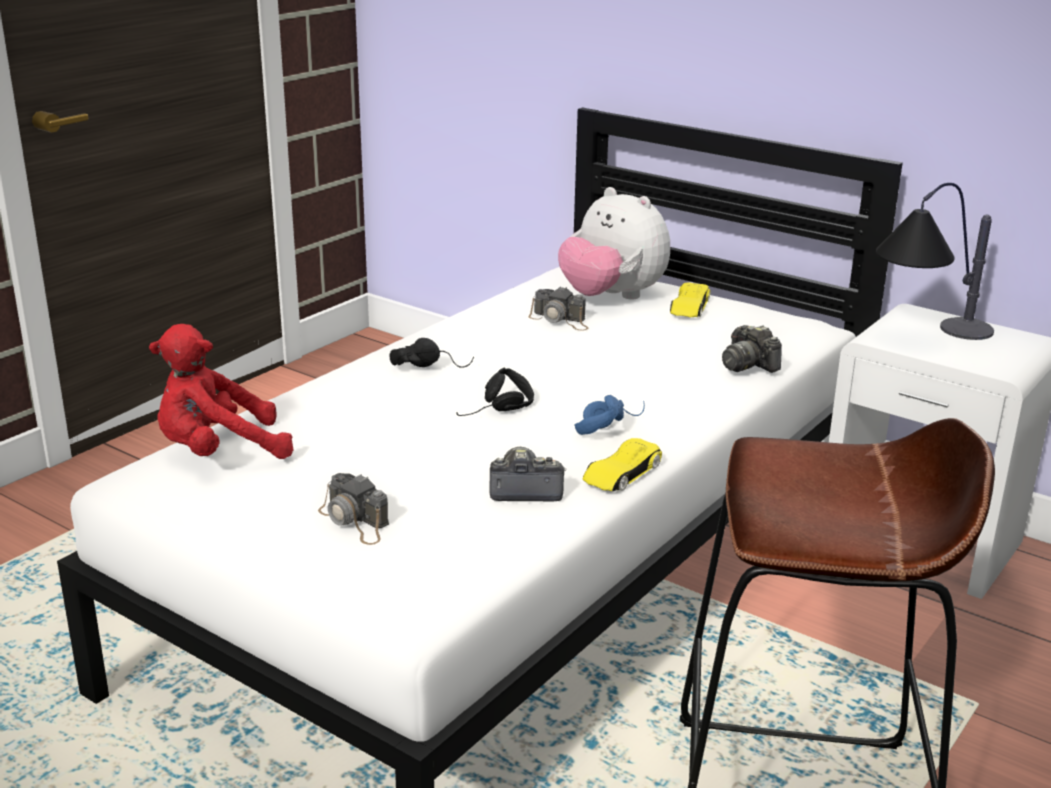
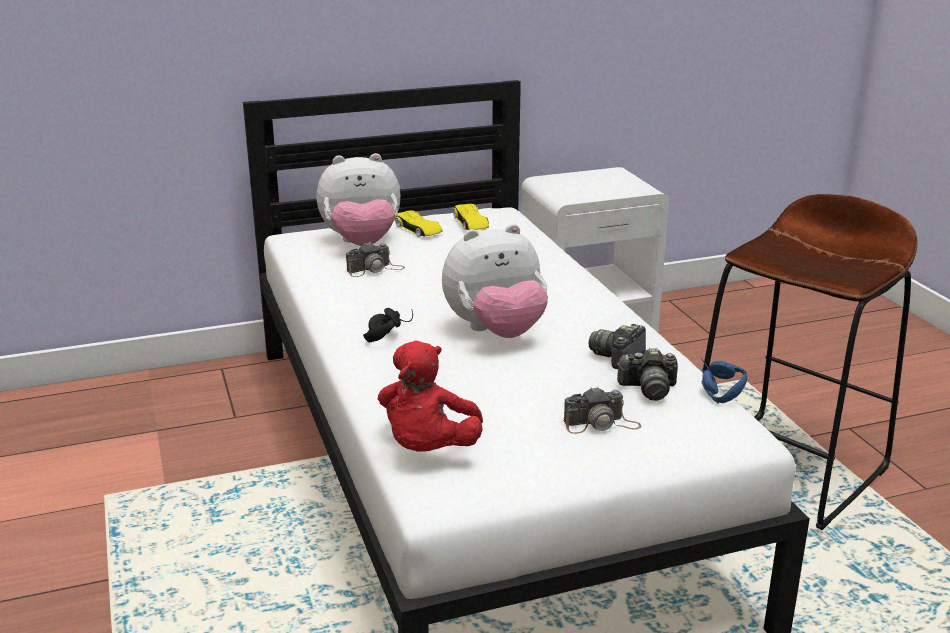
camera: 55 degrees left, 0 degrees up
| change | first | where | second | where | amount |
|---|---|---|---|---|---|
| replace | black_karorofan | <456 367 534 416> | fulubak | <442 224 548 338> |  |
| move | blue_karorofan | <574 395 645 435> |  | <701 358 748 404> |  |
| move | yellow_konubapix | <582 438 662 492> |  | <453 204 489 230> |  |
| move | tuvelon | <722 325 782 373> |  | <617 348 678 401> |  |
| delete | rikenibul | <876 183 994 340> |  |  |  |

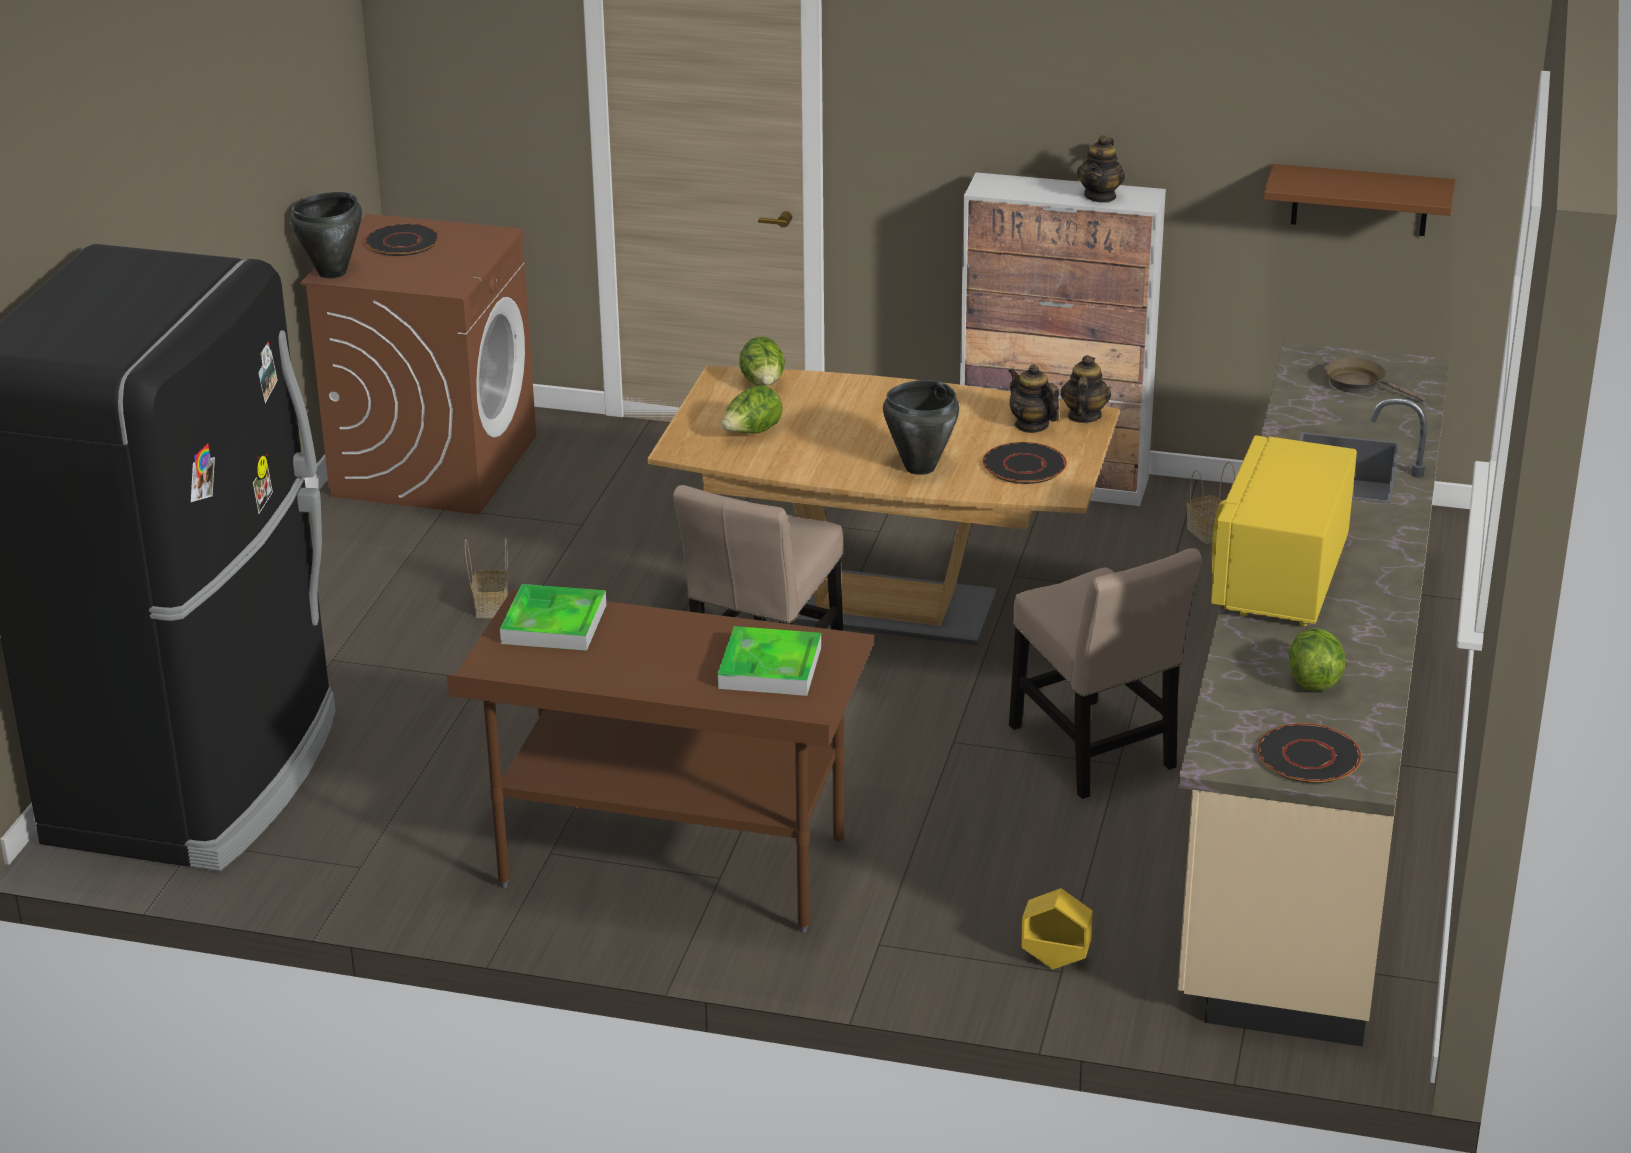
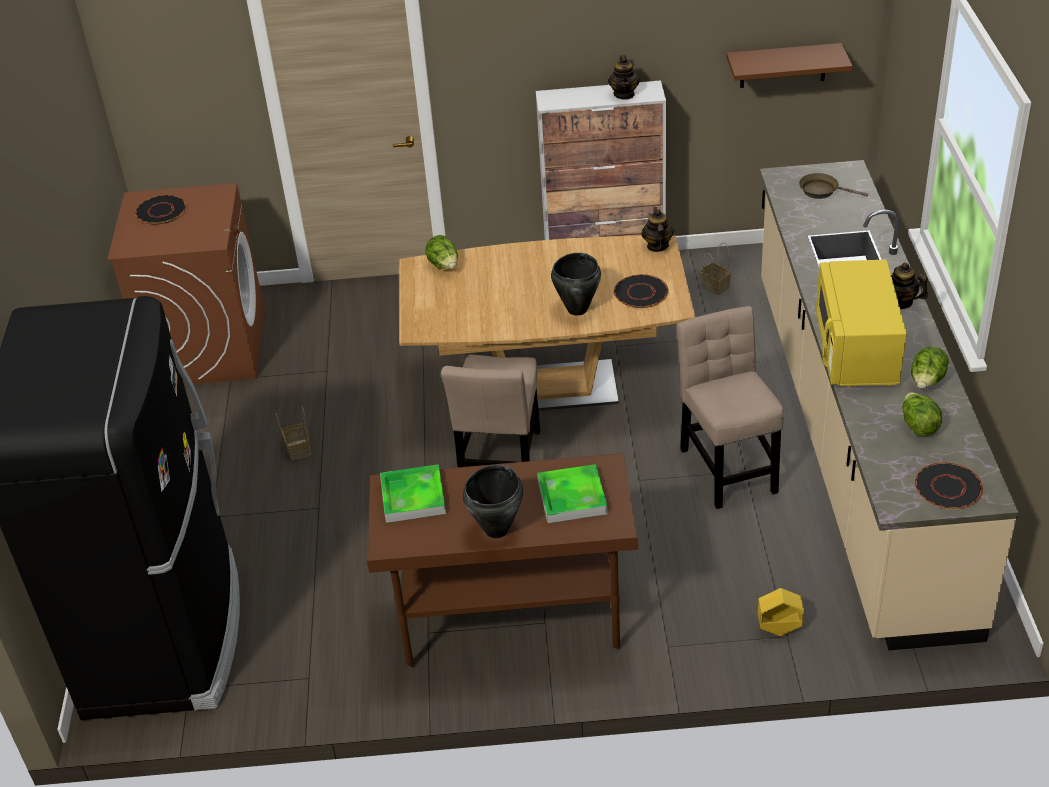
camera: 15 degrees left, 10 degrees up
| change | first | where | second | where | amount |
|---|---|---|---|---|---|
| move | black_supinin | <290 192 362 278> |  | <463 465 523 538> |  |
| move | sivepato | <721 385 783 434> |  | <911 346 949 389> |  |
| move | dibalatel | <1008 364 1059 433> |  | <891 263 928 309> |  |
| rotate | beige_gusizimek | <1009 548 1202 799> |  | <676 306 784 509> | 150 degrees counterclockwise |

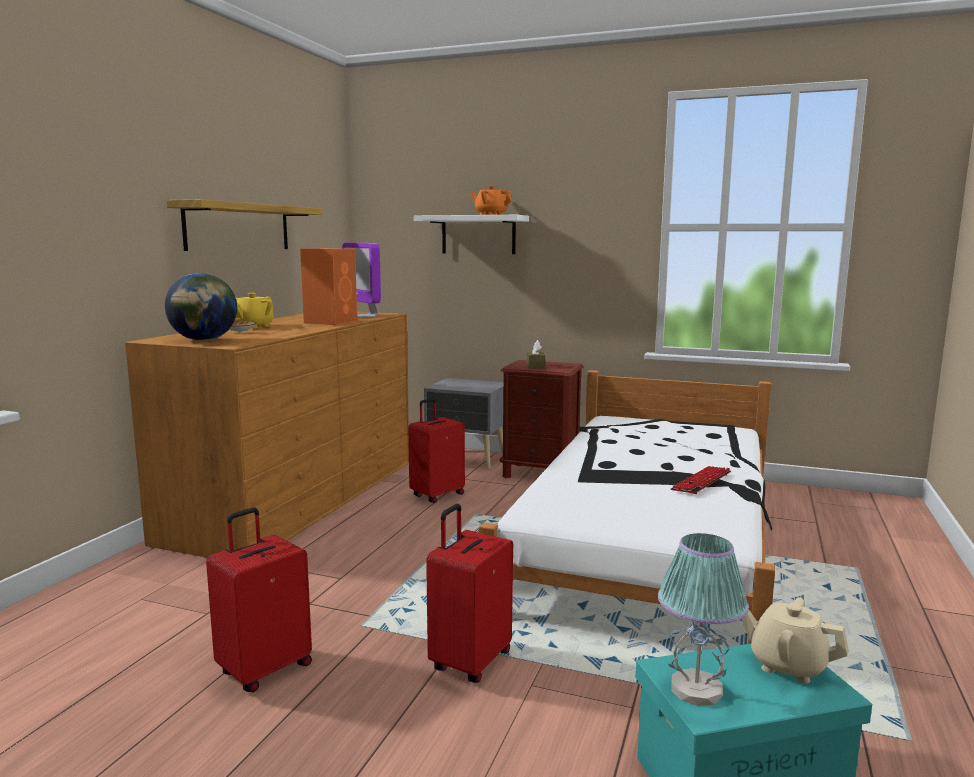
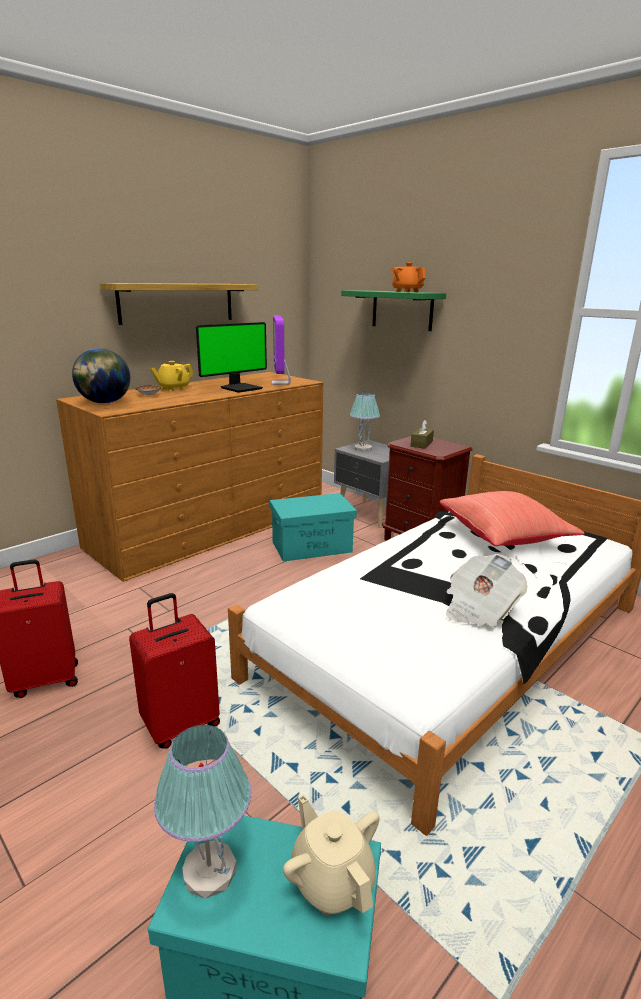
camera: 25 degrees right, 10 degrees up
| change | first | where | second | where | amount |
|---|---|---|---|---|---|
| replace | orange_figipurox | <300 248 357 325> | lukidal | <196 322 267 393> |  |
| replace | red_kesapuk | <408 398 465 503> | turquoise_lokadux | <270 493 357 562> |  |
| recolor | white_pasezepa | <414 215 529 254> | green_pasezepa | <341 290 446 331> |  |
| replace | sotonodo | <671 466 731 494> | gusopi | <446 554 527 627> |  |
| insert |  |  | rikenibul | <350 392 380 451> |  |
| insert |  |  | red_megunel | <440 491 585 546> |  |

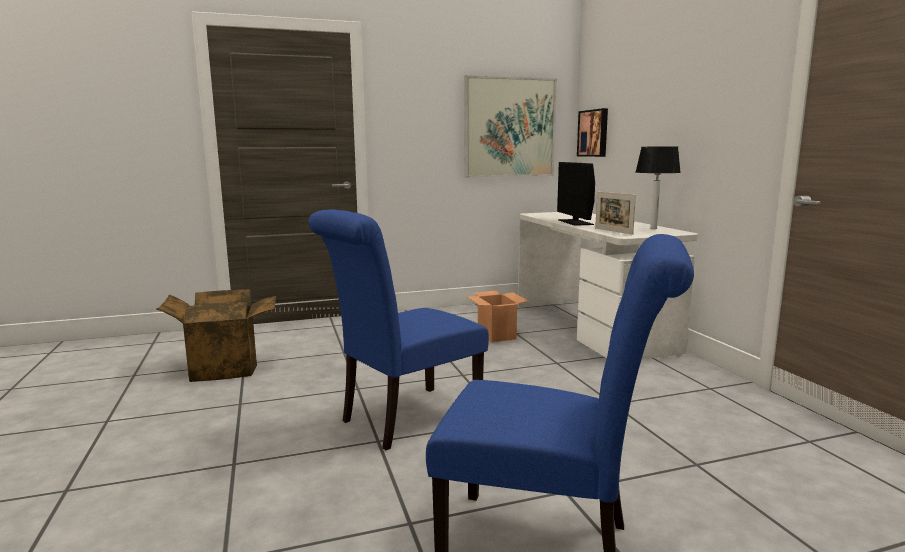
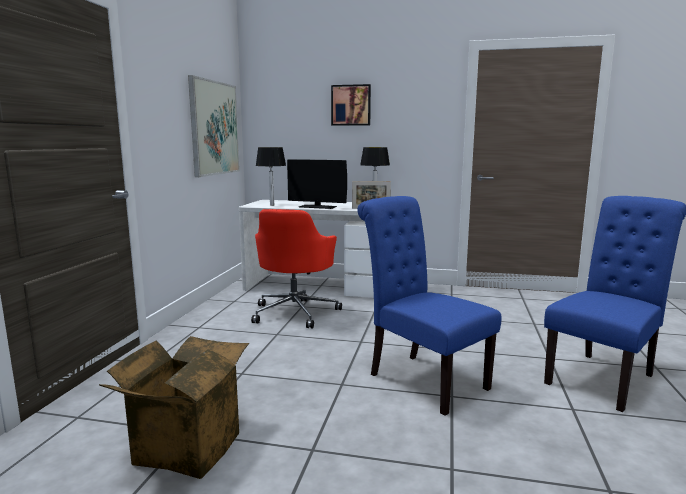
camera: 60 degrees left, 0 degrees up
| change | first | where | second | where | amount |
|---|---|---|---|---|---|
| rotate | blue_gusizimek | <308 209 489 450> |  | <357 196 501 416> | 150 degrees clockwise |
| replace | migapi | <466 291 529 343> | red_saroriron | <251 209 342 328> |  |
| move | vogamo | <577 108 608 157> |  | <331 84 371 126> |  |
| insert |  |  | rikenibul | <256 147 286 206> |  |

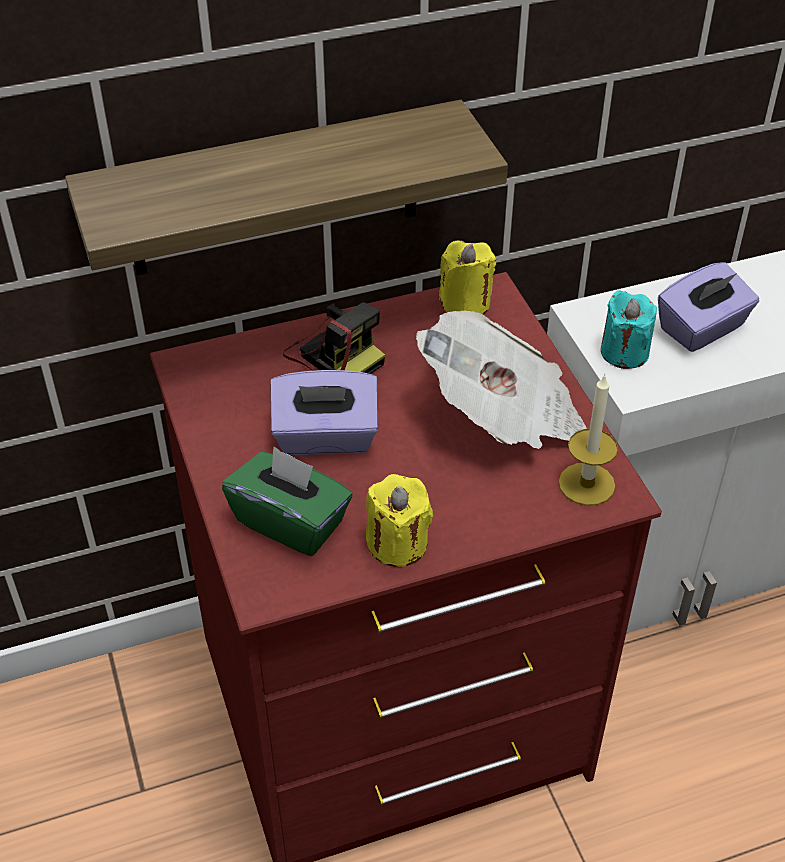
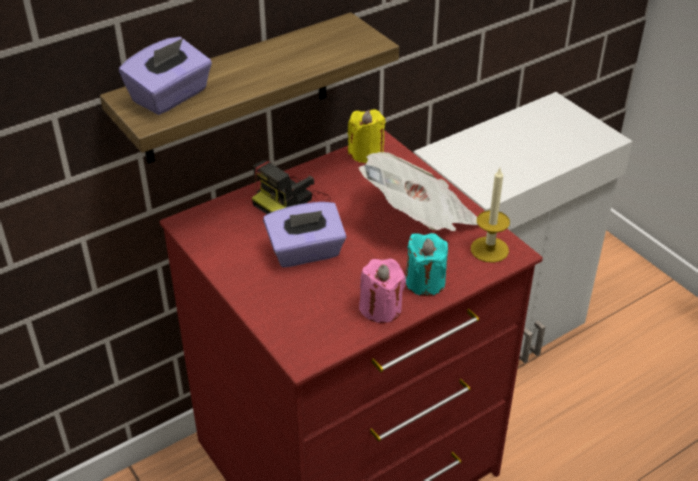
camera: 15 degrees left, 5 degrees down
| change | first | where | second | where | amount |
|---|---|---|---|---|---|
| delete | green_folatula | <222 446 353 556> |  |  |  |
| rotate | tuvelon | <283 302 385 374> |  | <252 160 331 214> | 105 degrees clockwise |
| recolor | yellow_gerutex | <366 474 433 567> | pink_gerutex | <359 259 406 323> |  |
| move | turquoise_gerutex | <601 290 657 369> |  | <406 233 448 296> |  |
| move | purple_folatula | <658 262 759 352> |  | <119 37 212 115> |  |

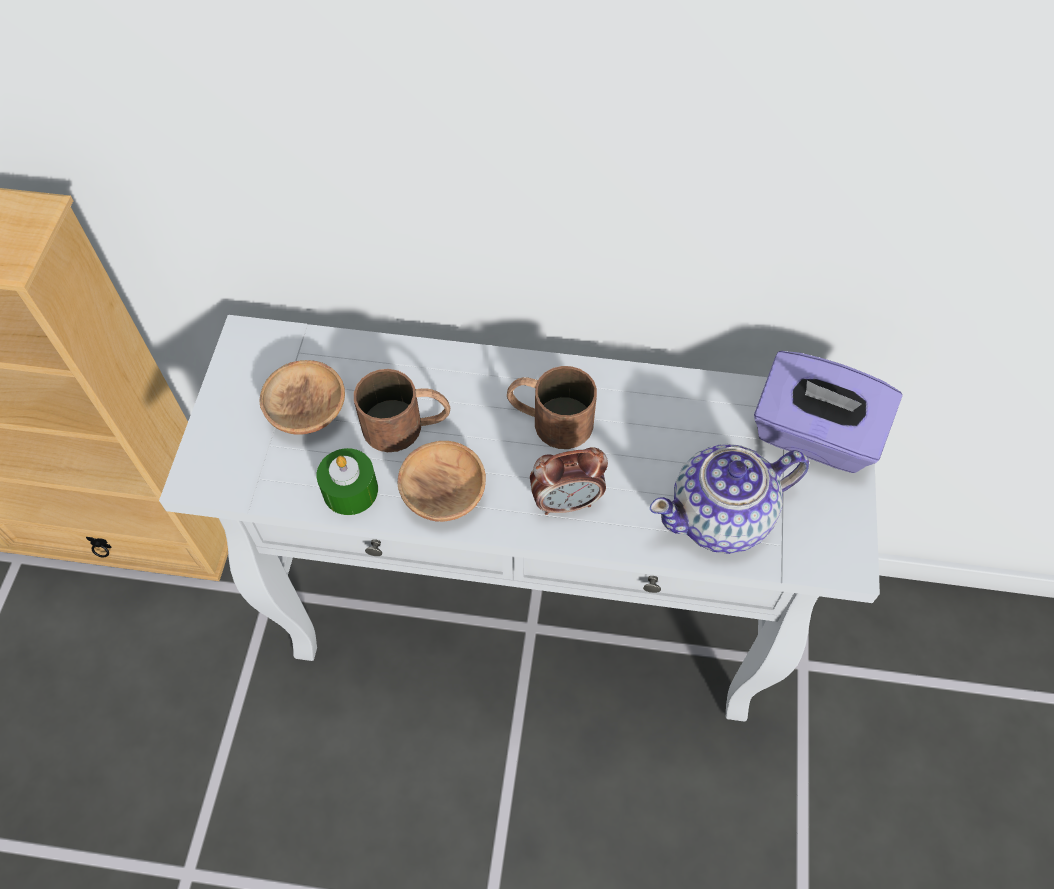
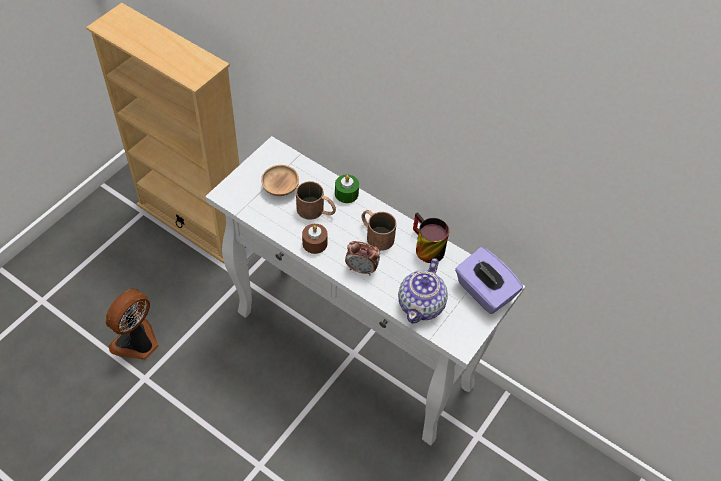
camera: 25 degrees right, 5 degrees down
| change | first | where | second | where | amount |
|---|---|---|---|---|---|
| move | green_gerutex | <317 448 378 515> |  | <335 175 359 203> |  |
| replace | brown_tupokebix | <398 441 486 522> | brown_gerutex | <302 224 328 254> |  |
| rotate | dibalatel | <650 444 809 554> |  | <398 258 448 323> | 75 degrees counterclockwise |
| insert |  |  | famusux | <105 289 159 360> |  |
| insert |  |  | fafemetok | <413 212 449 263> |  |

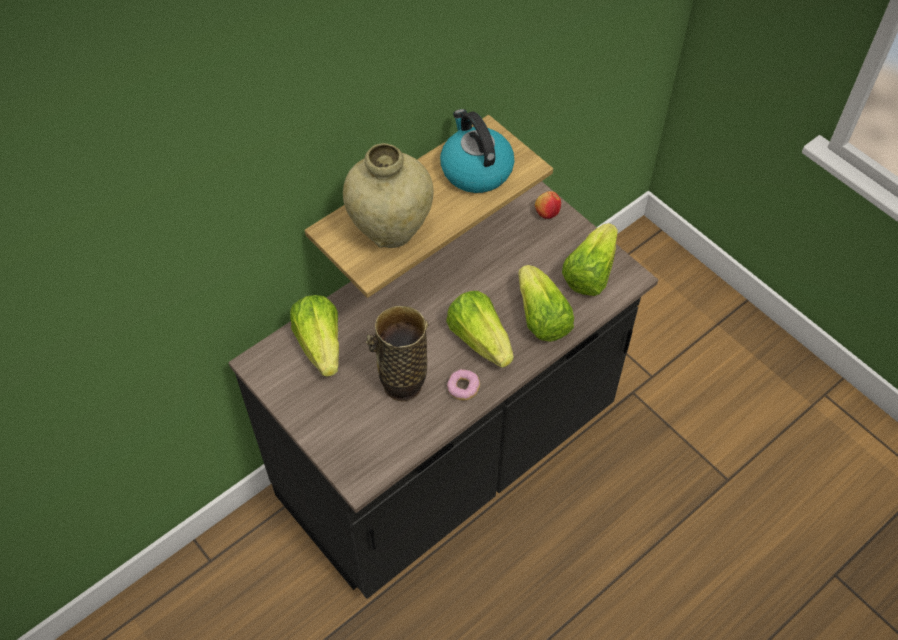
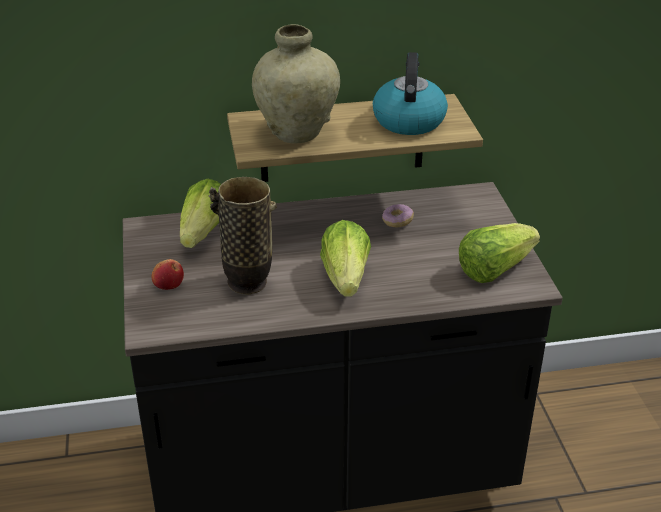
camera: 30 degrees right, 20 degrees down
| change | first | where | second | where | amount |
|---|---|---|---|---|---|
| move | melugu | <447 369 480 400> |  | <382 204 414 227> |  |
| delete | sivepato | <518 265 574 342> |  |  |  |
| move | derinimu | <535 191 561 219> |  | <152 259 184 290> |  |

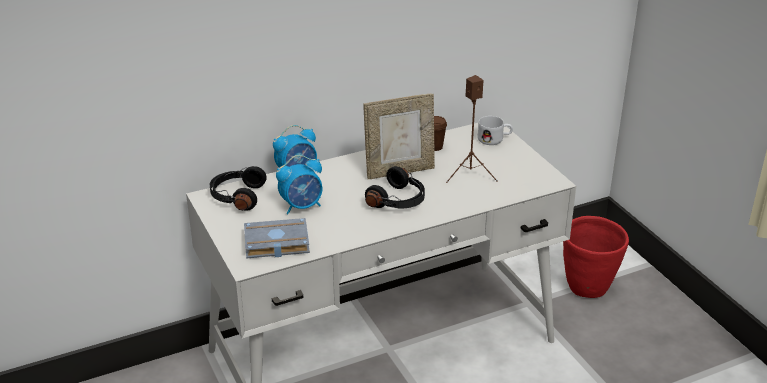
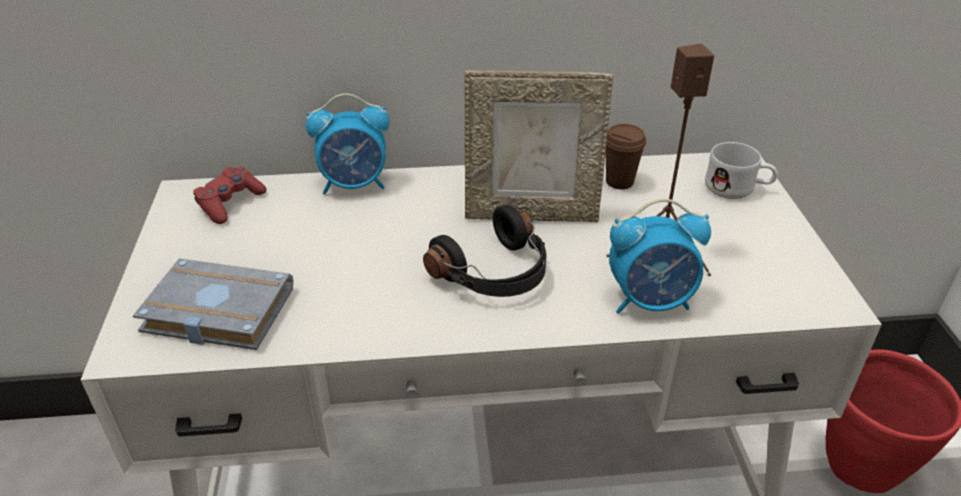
camera: 20 degrees right, 5 degrees up
| change | first | where | second | where | amount |
|---|---|---|---|---|---|
| replace | black_karorofan | <210 166 267 211> | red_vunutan | <193 167 267 224> |  |
| move | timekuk | <276 155 322 214> |  | <609 198 711 314> |  |

